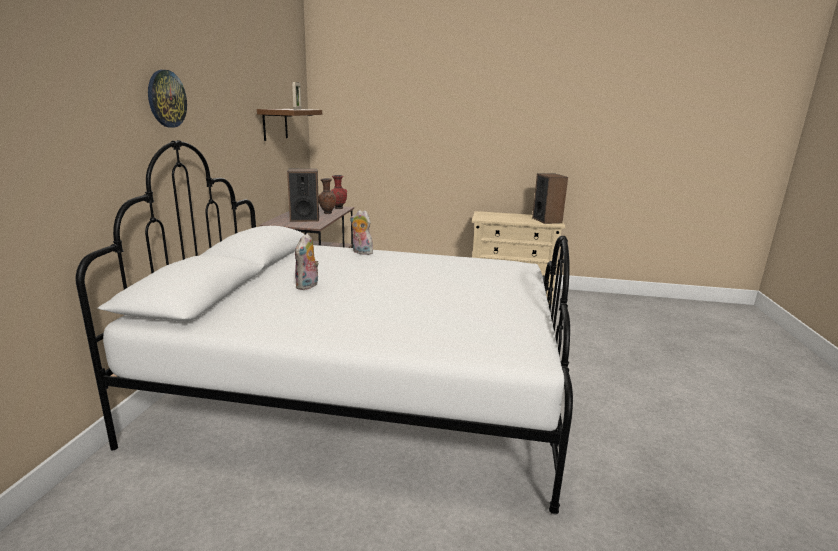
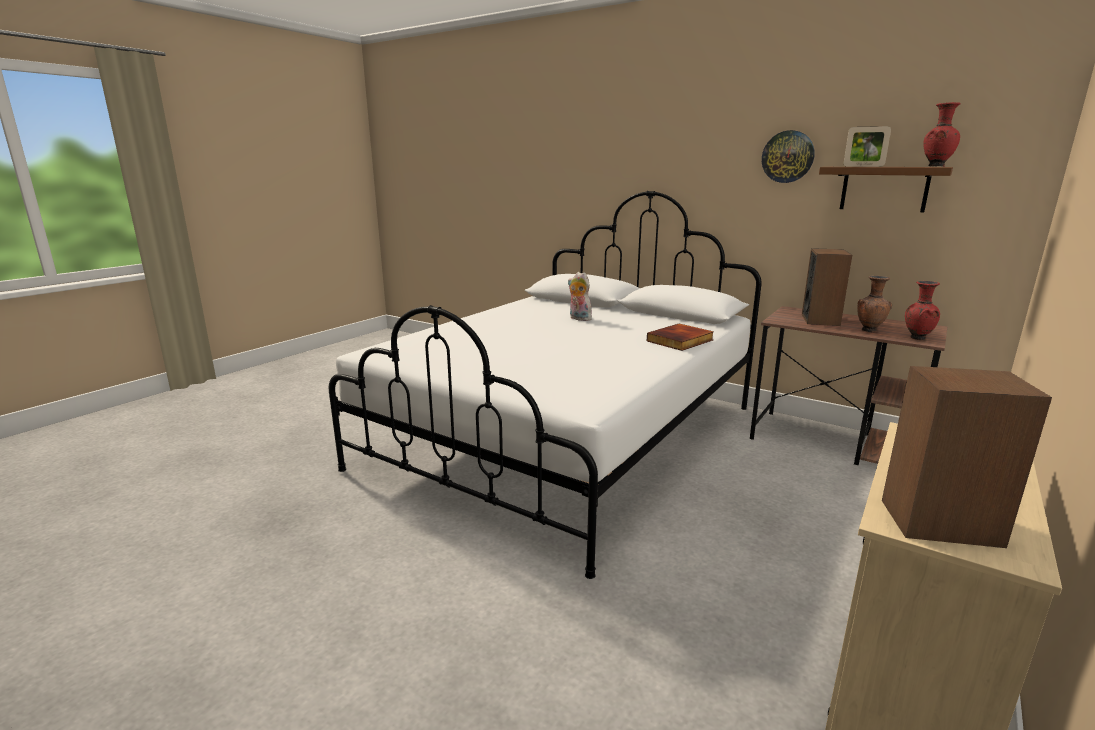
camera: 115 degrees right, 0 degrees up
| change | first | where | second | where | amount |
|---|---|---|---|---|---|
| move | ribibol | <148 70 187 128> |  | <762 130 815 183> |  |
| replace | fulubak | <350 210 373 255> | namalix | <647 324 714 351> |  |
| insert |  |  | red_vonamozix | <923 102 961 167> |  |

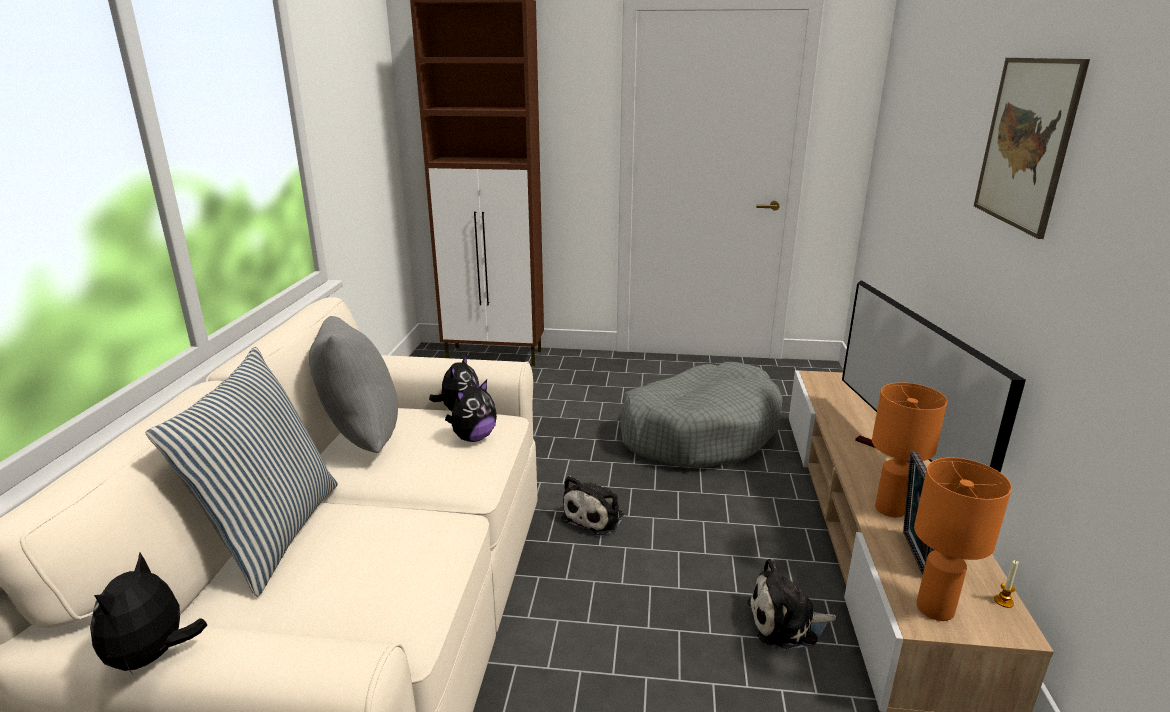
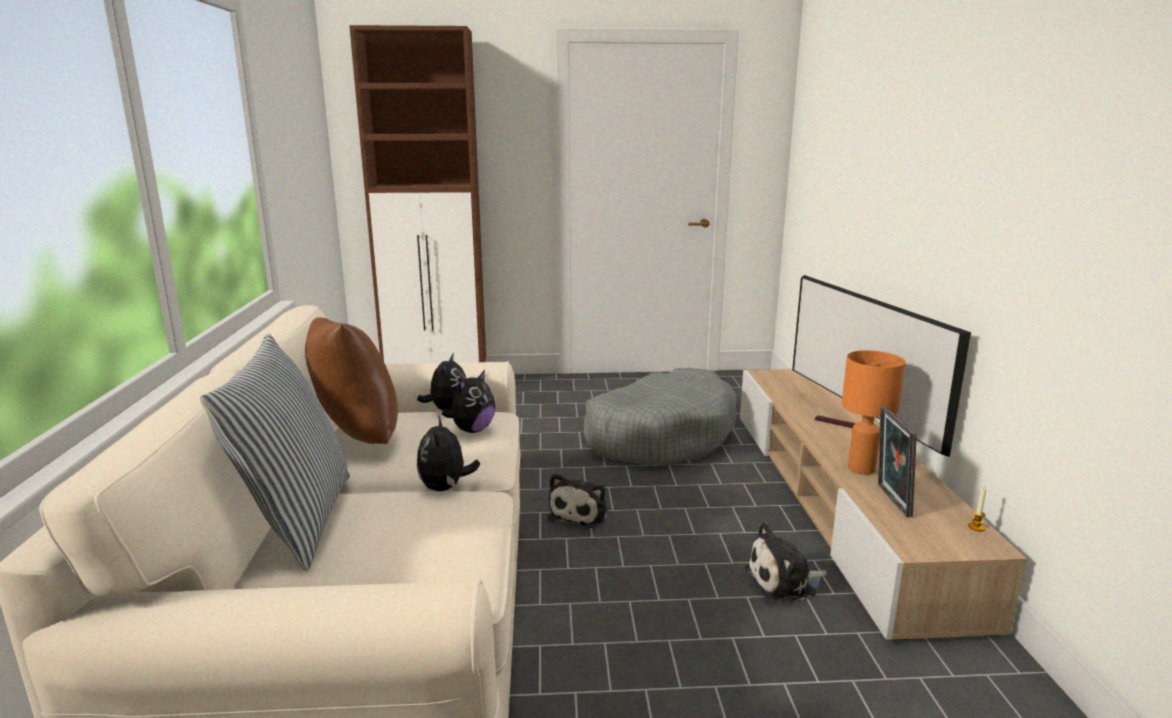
camera: 10 degrees left, 5 degrees down
| change | first | where | second | where | amount |
|---|---|---|---|---|---|
| move | fulubak | <90 552 207 675> |  | <417 415 480 491> |  |
| recolor | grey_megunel | <309 316 398 453> | brown_megunel | <305 317 398 444> |  |
| delete | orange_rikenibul | <914 458 1012 621> |  |  |  |
| delete | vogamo | <974 58 1090 239> |  |  |  |

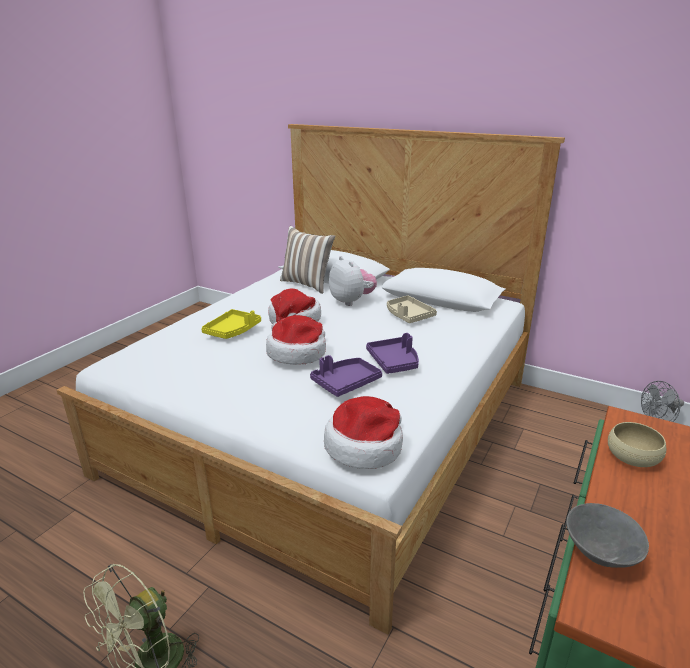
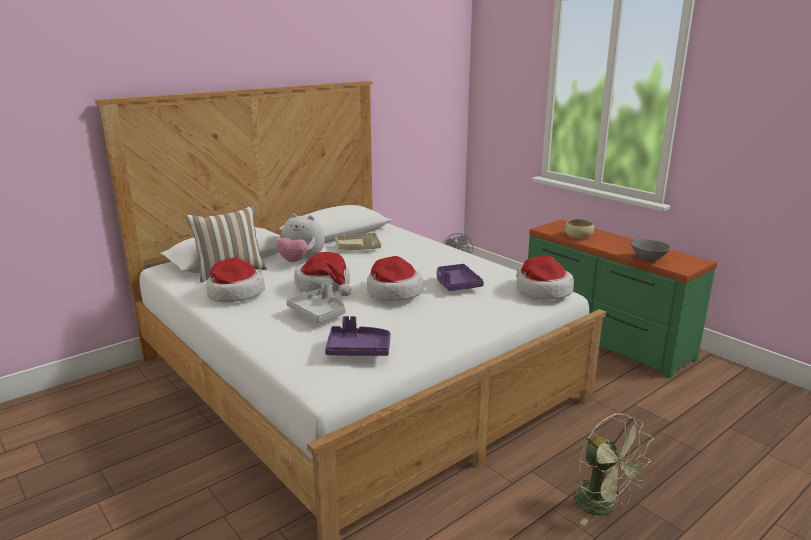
camera: 70 degrees left, 5 degrees down
| change | first | where | second | where | amount |
|---|---|---|---|---|---|
| recolor | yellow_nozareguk | <201 309 261 339> | grey_nozareguk | <286 283 345 323> |  |
| rotate | fulubak | <329 256 377 306> |  | <276 213 325 262> | 150 degrees counterclockwise |
| move | purple_nozareguk | <366 333 419 374> |  | <325 316 390 356> |  |
| insert |  |  | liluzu | <206 257 265 302> |  |

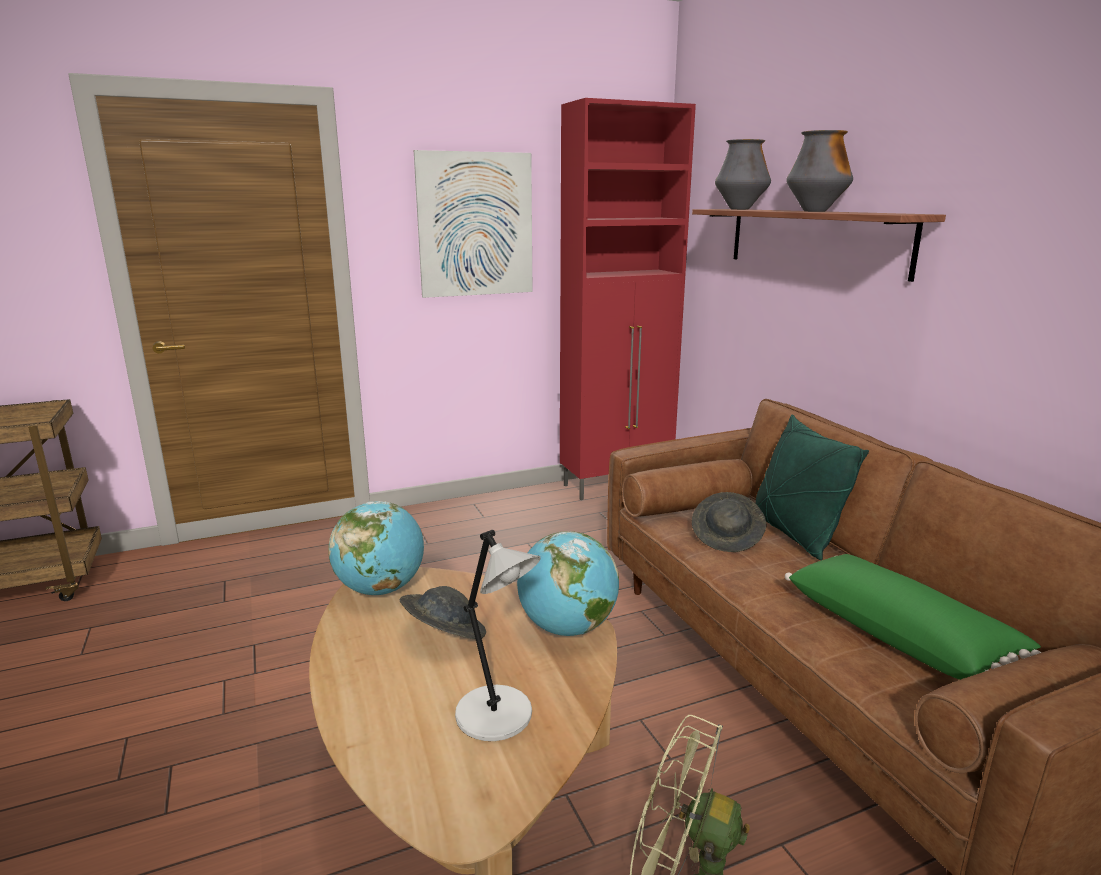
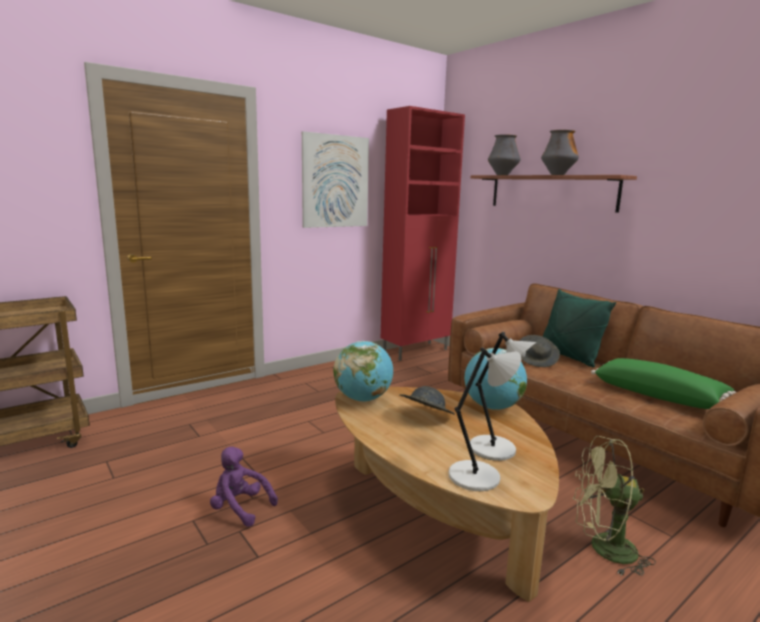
camera: 15 degrees left, 5 degrees down
| change | first | where | second | where | amount |
|---|---|---|---|---|---|
| insert |  |  | purple_fulubak | <210 447 278 527> |  |
| insert |  |  | grey_rikenibul | <448 347 521 491> |  |

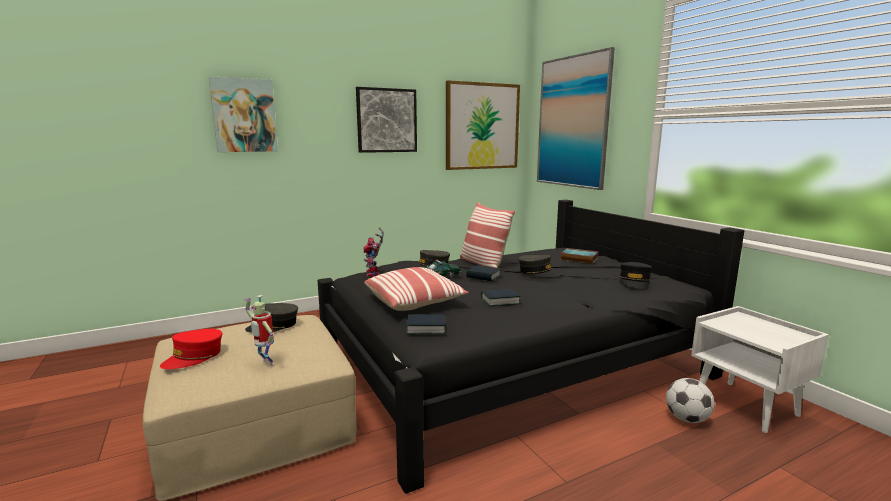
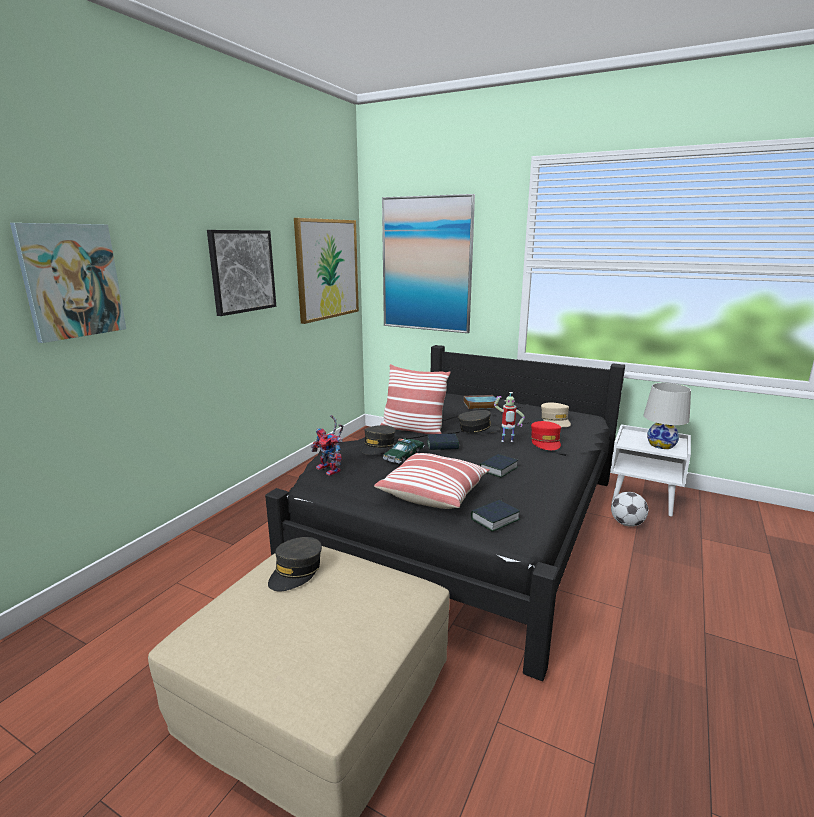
camera: 35 degrees left, 5 degrees up
| change | first | where | second | where | amount |
|---|---|---|---|---|---|
| move | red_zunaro | <160 329 222 369> |  | <531 421 561 450> |  |
| move | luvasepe | <244 295 274 366> |  | <494 392 525 442> |  |
| recolor | black_zunaro | <619 262 652 288> | beige_zunaro | <541 403 571 427> |  |
| insert |  |  | white_rikenibul | <644 383 691 449> |  |

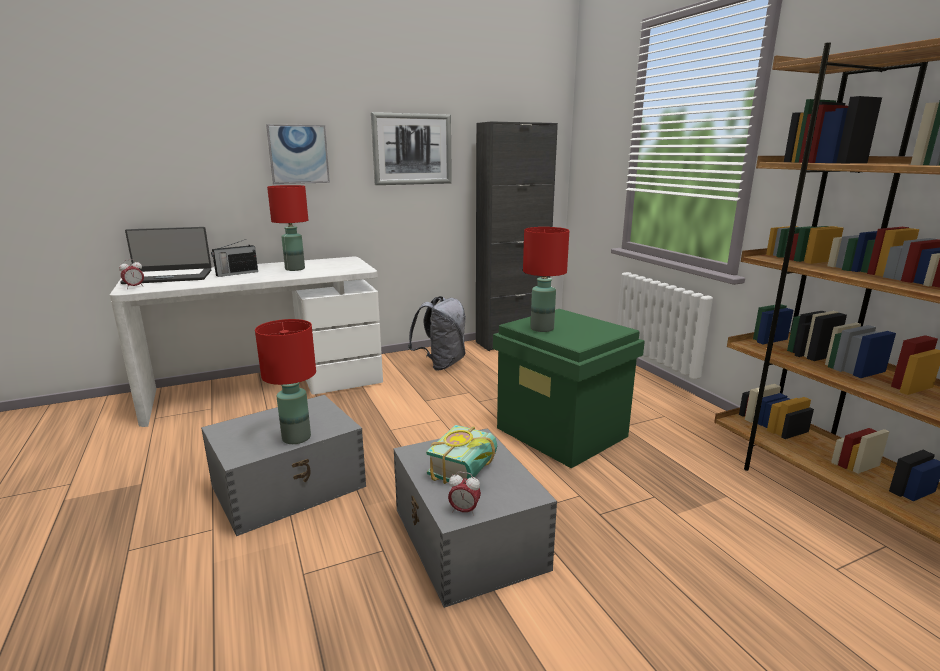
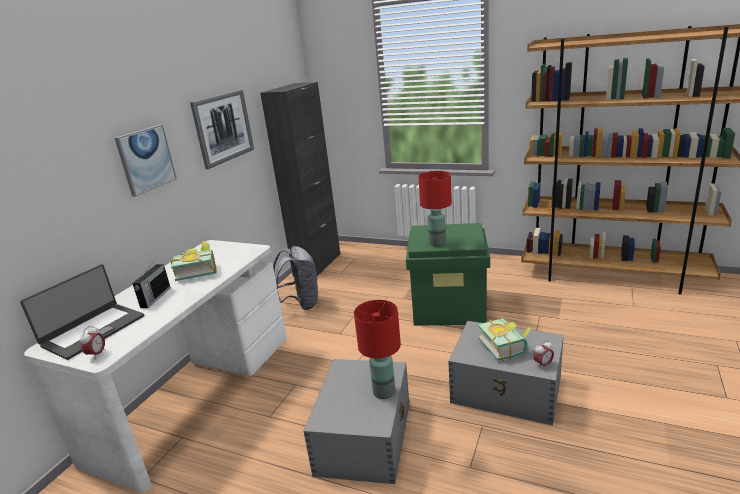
camera: 40 degrees left, 5 degrees up
| change | first | where | second | where | amount |
|---|---|---|---|---|---|
| replace | red_rikenibul | <267 185 308 271> | namalix | <171 241 217 281> |  |

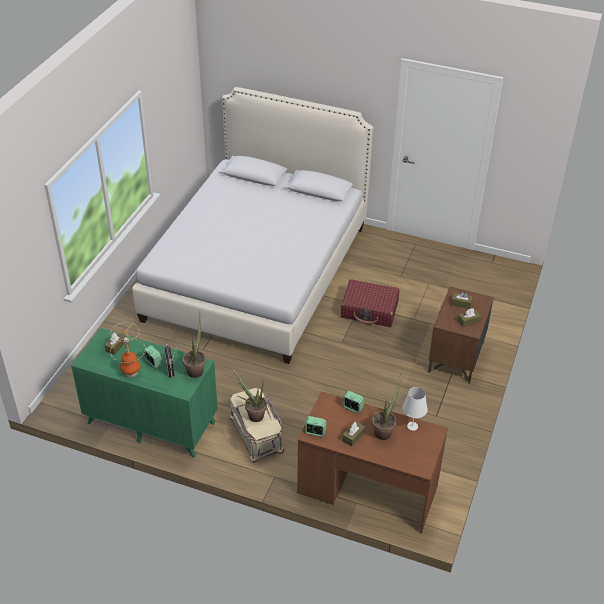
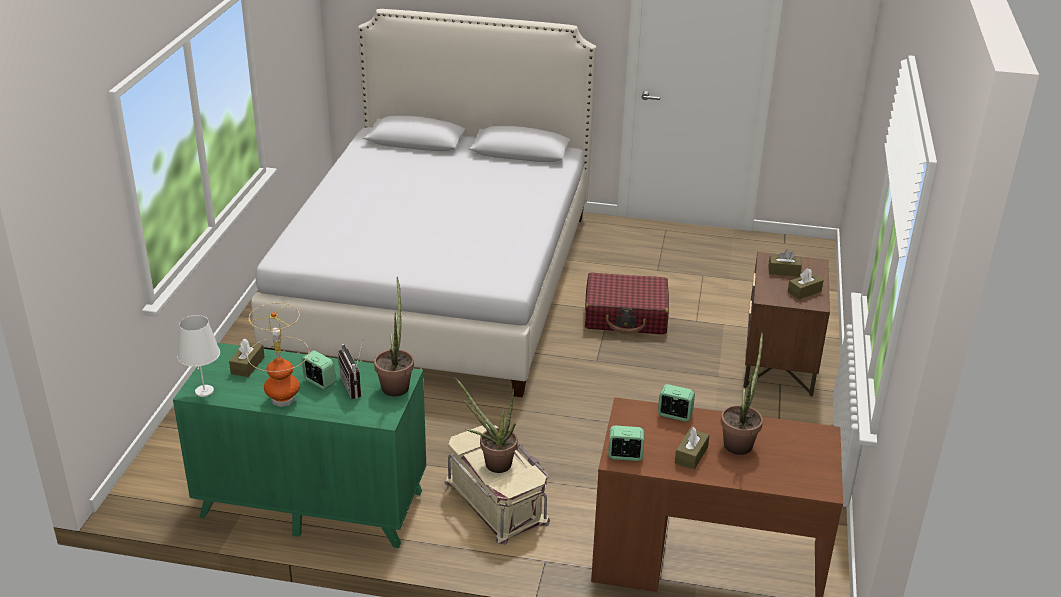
camera: 10 degrees left, 10 degrees down
| change | first | where | second | where | amount |
|---|---|---|---|---|---|
| move | white_rikenibul | <402 387 428 431> |  | <177 315 220 397> |  |

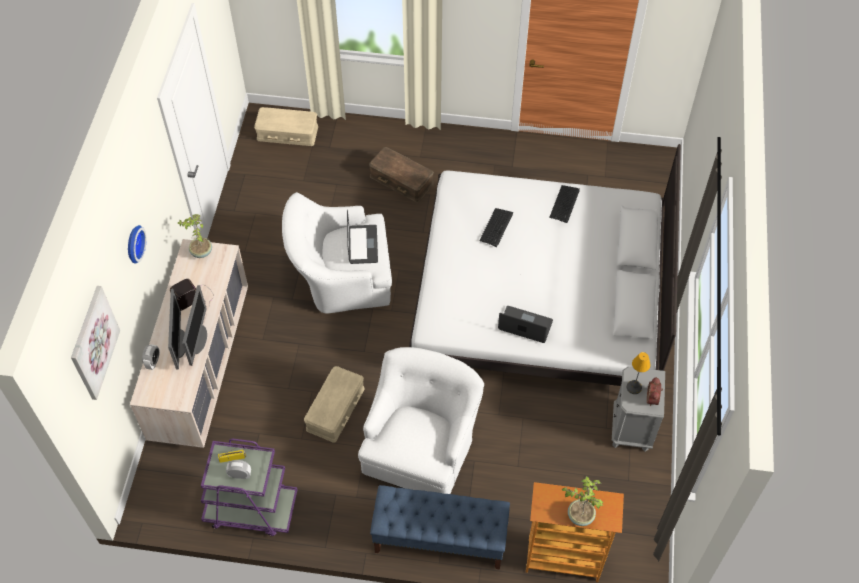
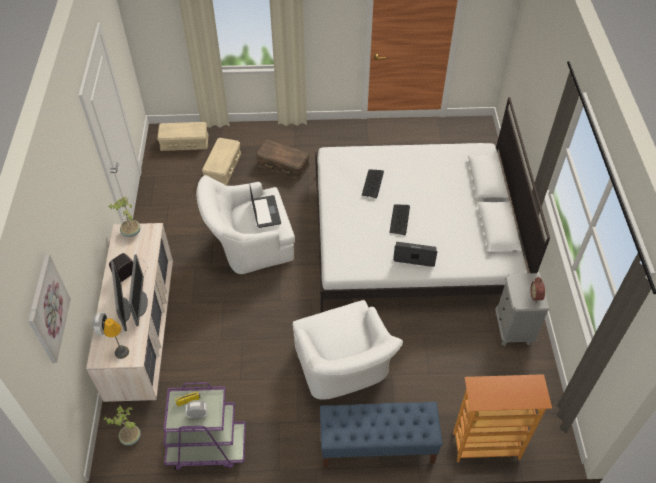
camera: 10 degrees left, 5 degrees down
| change | first | where | second | where | amount |
|---|---|---|---|---|---|
| delete | ribibol | <128 225 146 264> |  |  |  |
| move | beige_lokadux | <304 366 364 442> |  | <202 138 241 186> |  |
| rotate | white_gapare | <358 347 484 494> |  | <293 300 403 400> | 150 degrees clockwise |
| move | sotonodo | <549 185 580 223> |  | <389 204 410 235> |  |
| move | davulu | <562 476 603 526> |  | <104 405 141 446> |  |
| move | rikenibul | <627 352 651 394> |  | <104 318 129 359> |  |

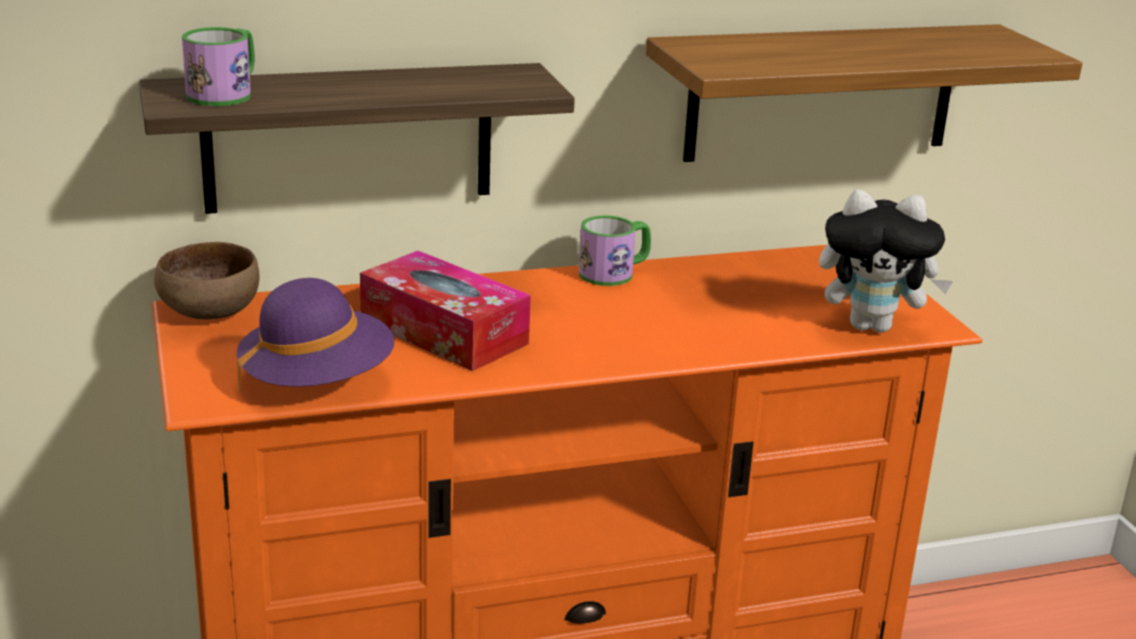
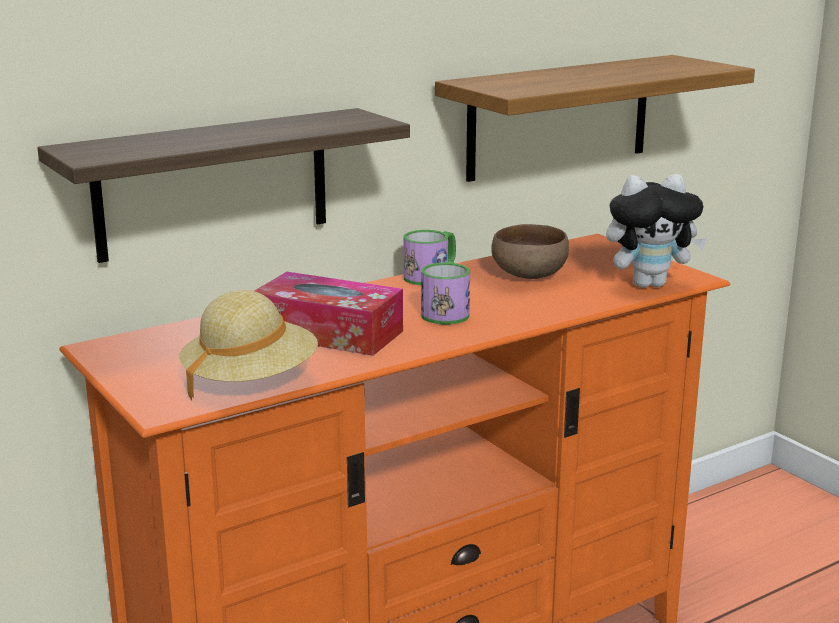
camera: 15 degrees left, 5 degrees down
| change | first | where | second | where | amount |
|---|---|---|---|---|---|
| move | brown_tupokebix | <154 242 260 319> |  | <491 224 569 279> |  |
| move | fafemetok | <182 27 255 106> |  | <421 262 470 324> |  |
| recolor | purple_liluzu | <236 278 394 392> | beige_liluzu | <179 290 318 400> |  |

